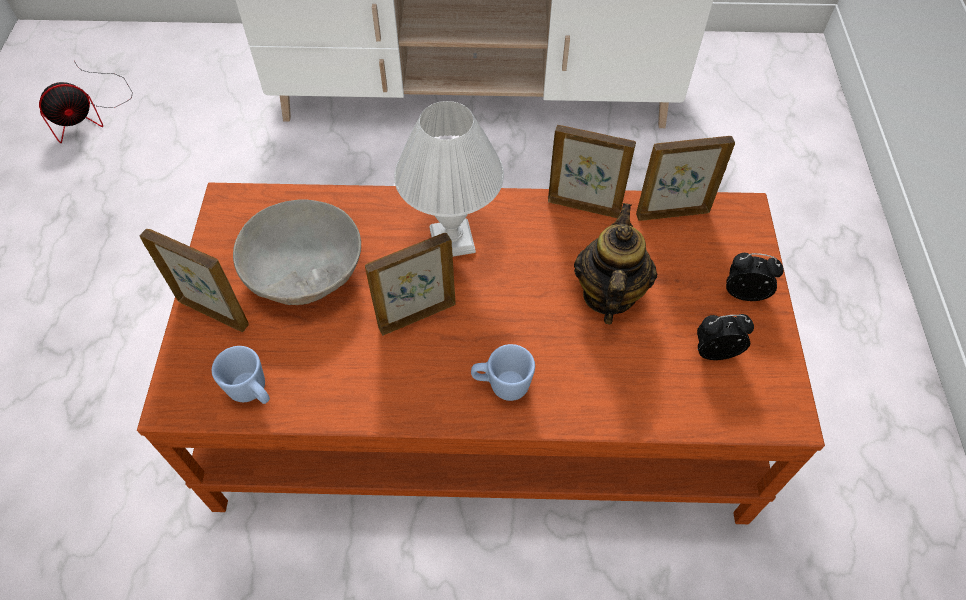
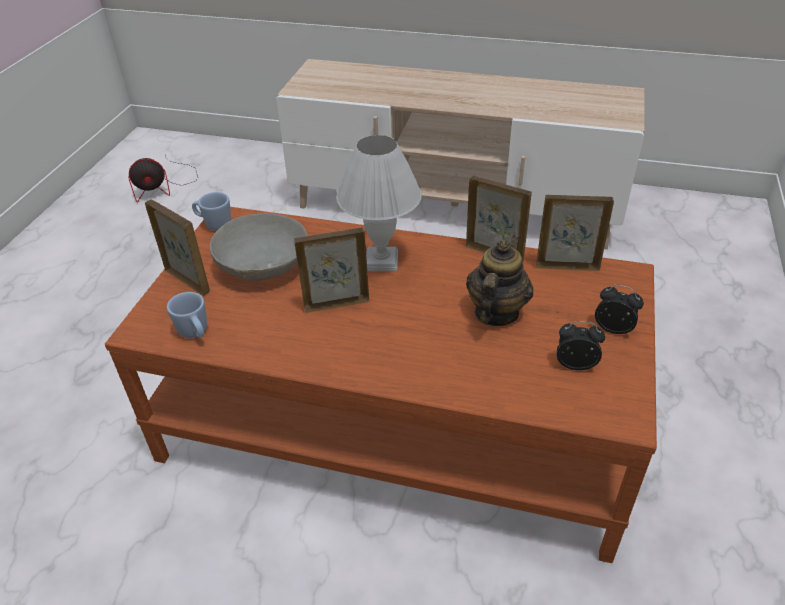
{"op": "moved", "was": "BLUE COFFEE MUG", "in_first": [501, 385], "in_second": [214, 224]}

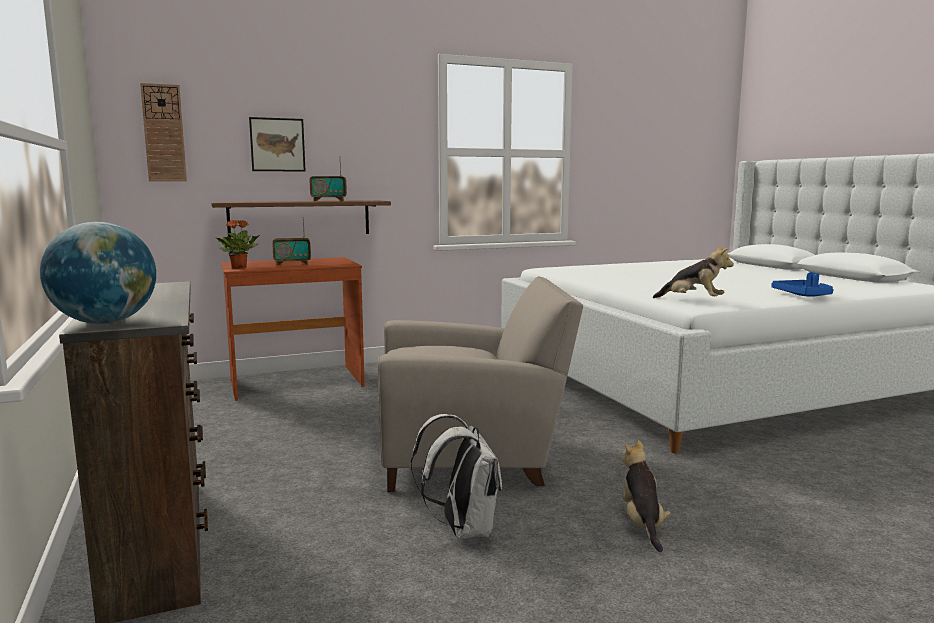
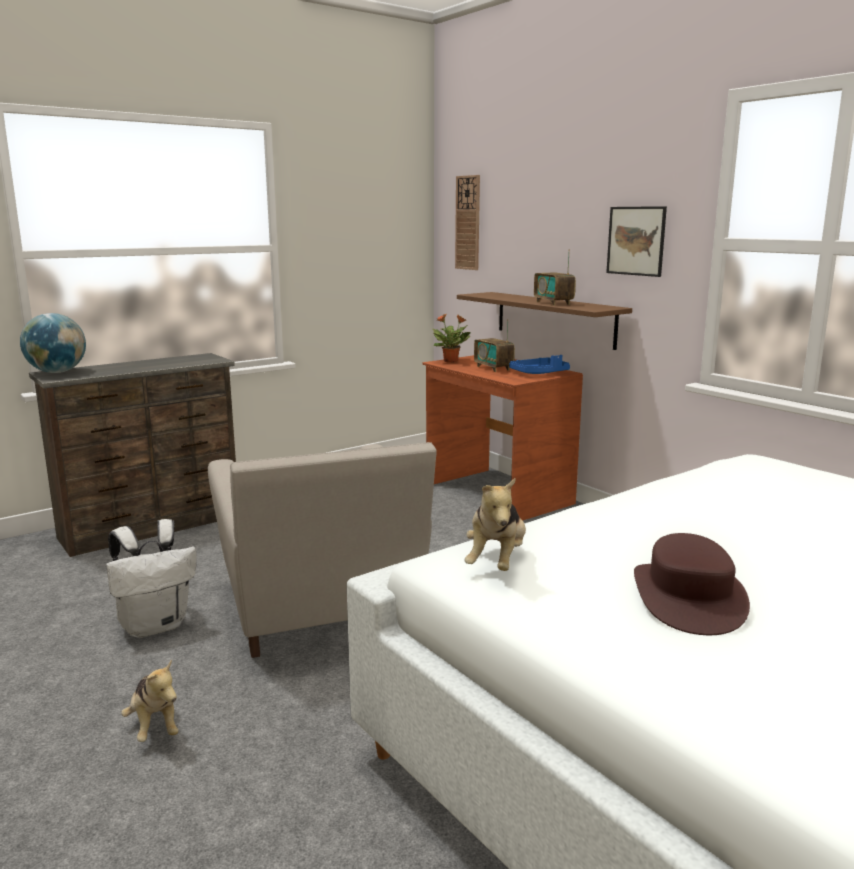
{"op": "turned", "was": "SOFT TOY", "in_first": [642, 524], "in_second": [154, 726], "clockwise": 75}
{"op": "moved", "was": "BLUE TRAY", "in_first": [803, 295], "in_second": [539, 373]}
{"op": "moved", "was": "WALL ART", "in_first": [277, 144], "in_second": [636, 241]}
{"op": "added", "now": "BROWN HAT", "in_second": [688, 598]}

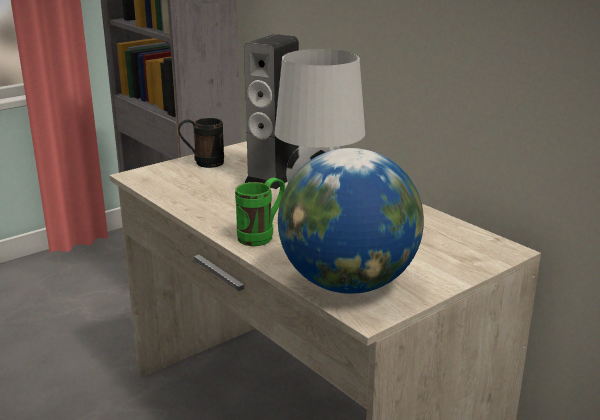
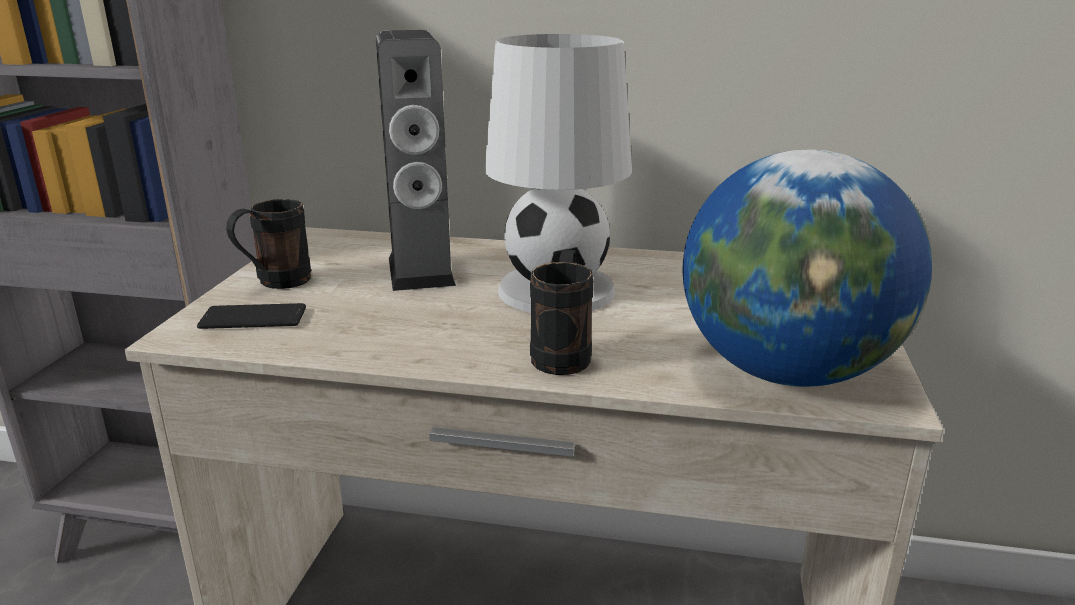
{"op": "added", "now": "PHONE", "in_second": [253, 318]}
{"op": "recoloured", "was": "GREEN COFFEE MUG", "now": "BLACK COFFEE MUG", "in_first": [262, 236], "in_second": [563, 353]}

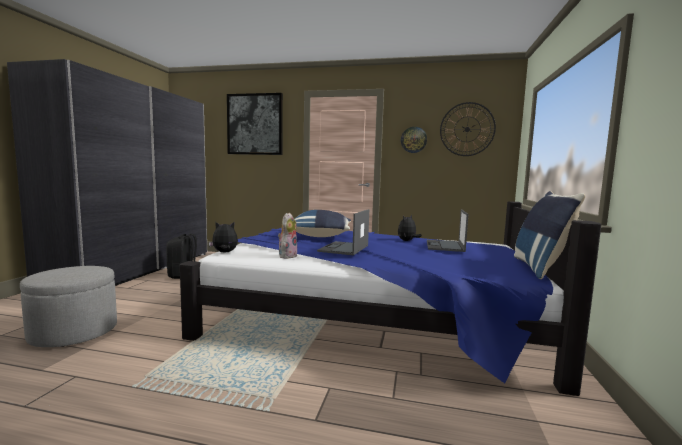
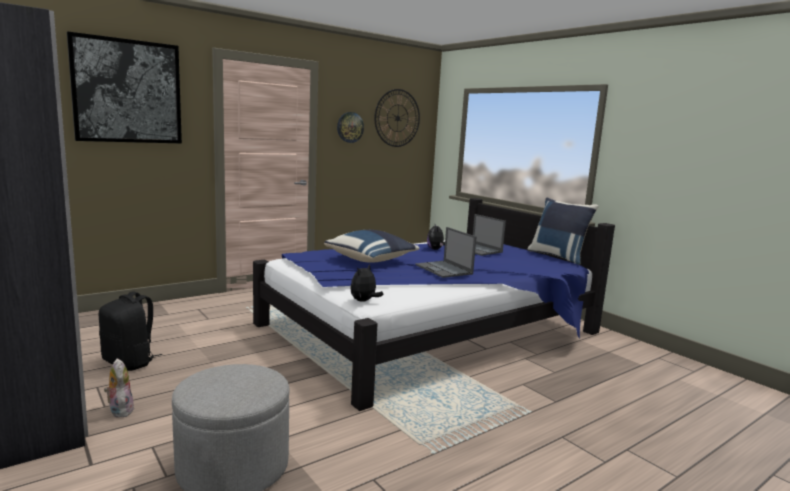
{"op": "moved", "was": "SOFT TOY", "in_first": [287, 256], "in_second": [119, 410]}

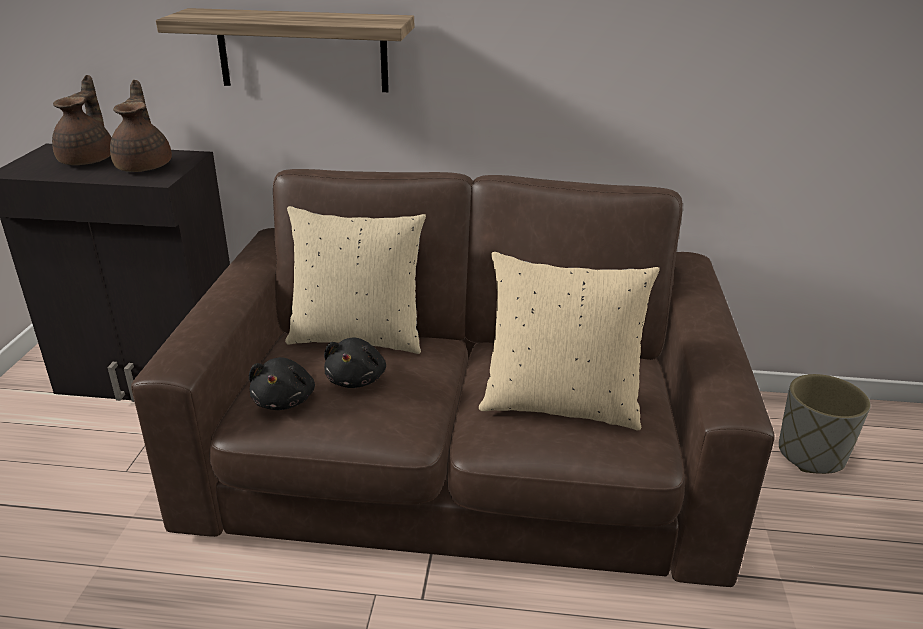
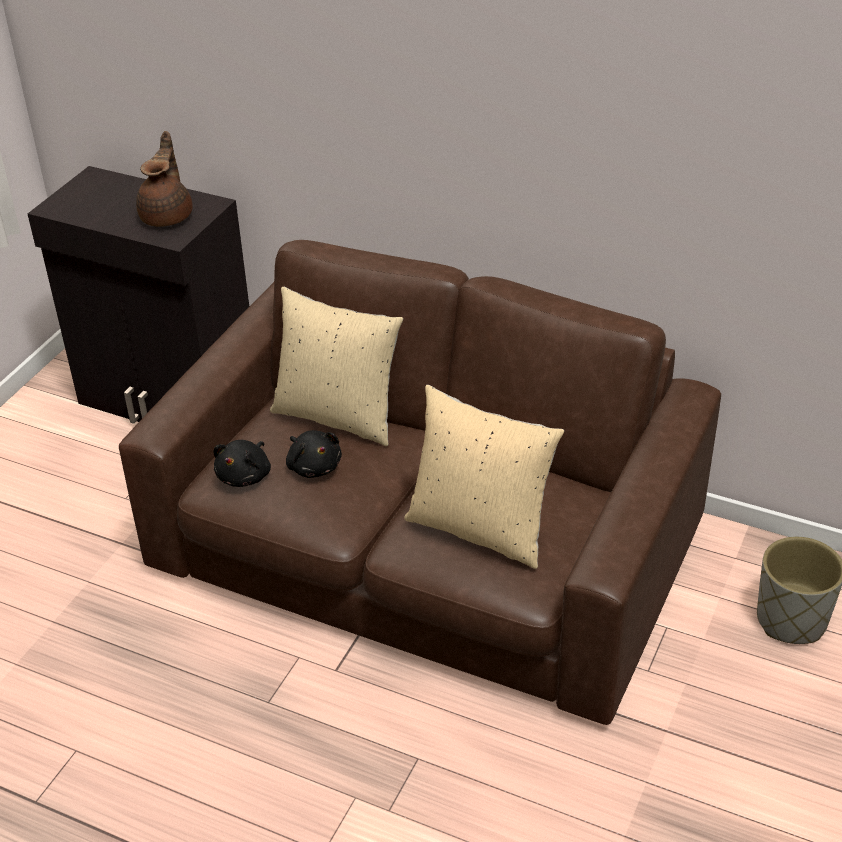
{"op": "turned", "was": "BLACK SOFT TOY", "in_first": [357, 379], "in_second": [314, 466], "clockwise": -60}
{"op": "removed", "was": "BROWN TEA POT", "in_first": [89, 160]}
{"op": "removed", "was": "SHELF", "in_first": [302, 50]}

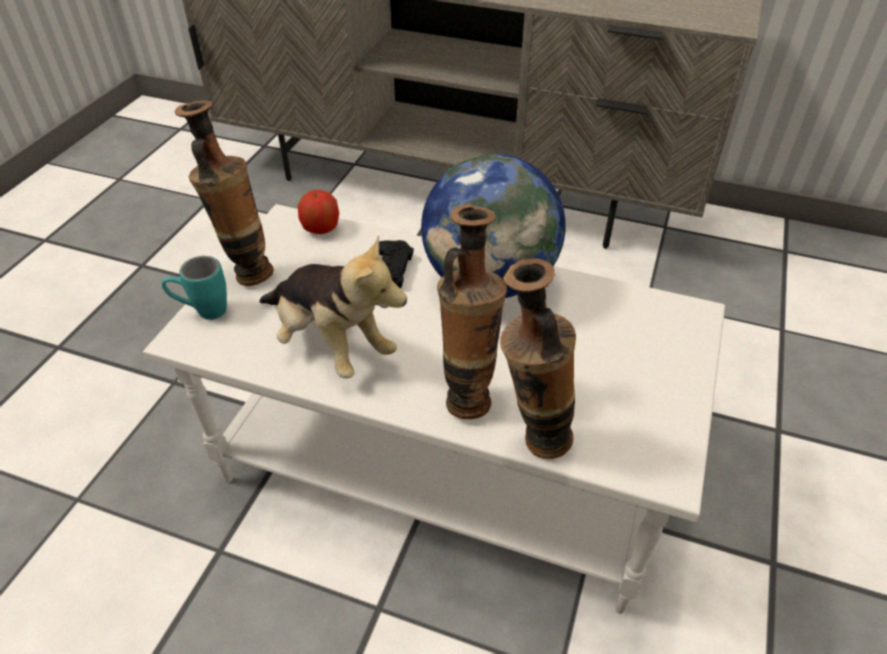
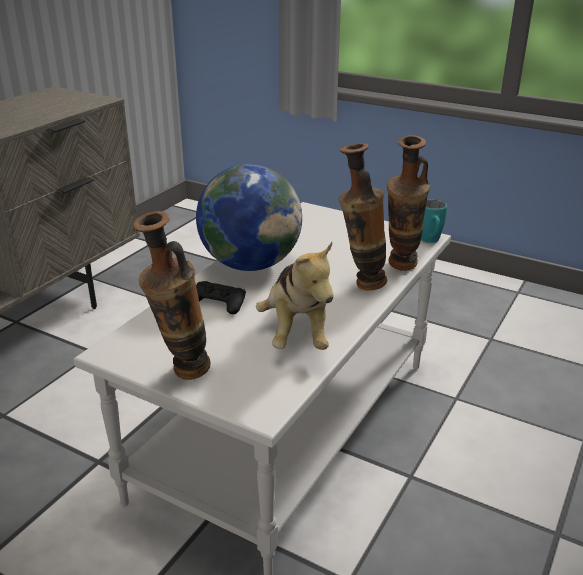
{"op": "turned", "was": "SOFT TOY", "in_first": [331, 344], "in_second": [296, 333], "clockwise": 120}
{"op": "moved", "was": "BLUE-GREEN COFFEE MUG", "in_first": [203, 311], "in_second": [431, 241]}
{"op": "removed", "was": "WHOLE APPLE", "in_first": [321, 229]}

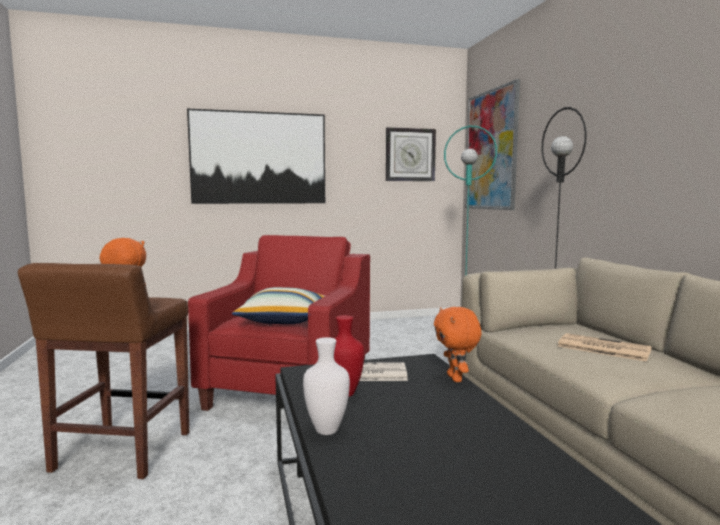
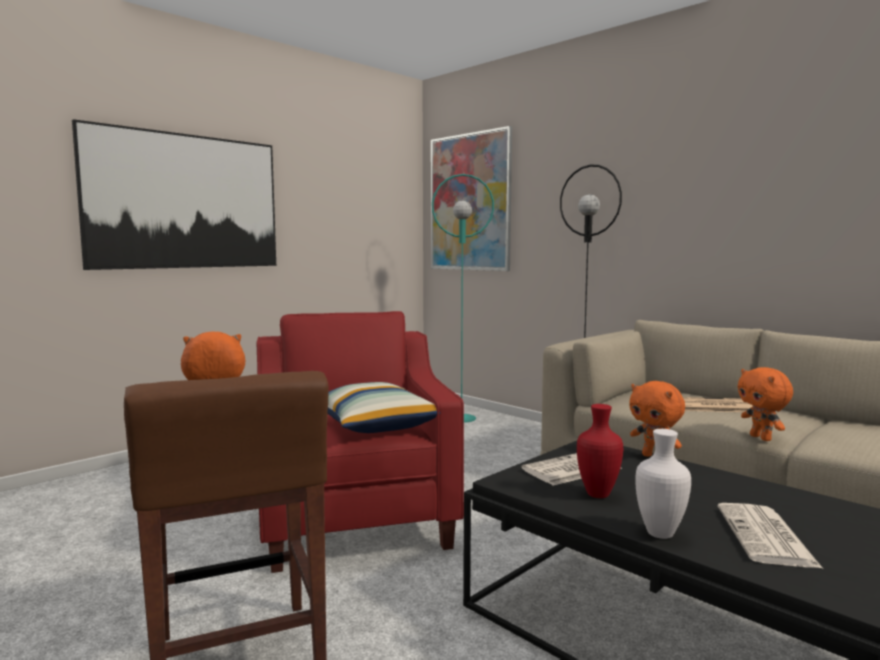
{"op": "added", "now": "PRINTED PAPER", "in_second": [766, 537]}
{"op": "added", "now": "ORANGE-COLOURED SOFT TOY", "in_second": [761, 438]}
{"op": "removed", "was": "HANGING CLOCK", "in_first": [410, 155]}

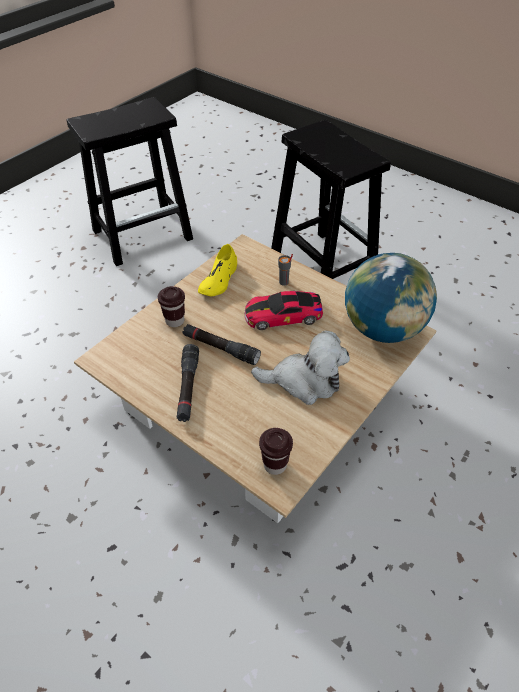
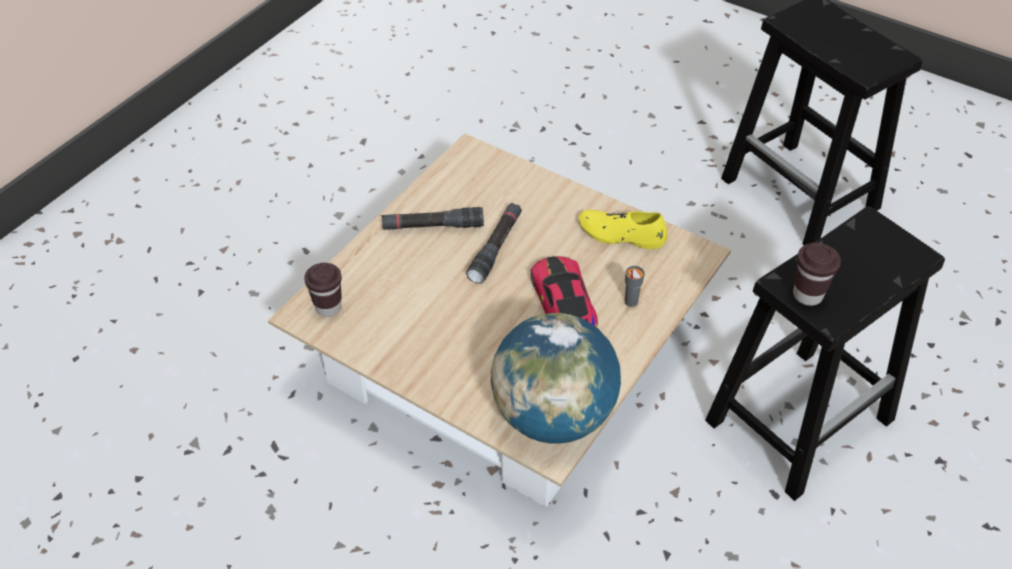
{"op": "moved", "was": "BROWN CUP", "in_first": [175, 321], "in_second": [807, 295]}
{"op": "removed", "was": "SOFT TOY", "in_first": [304, 381]}

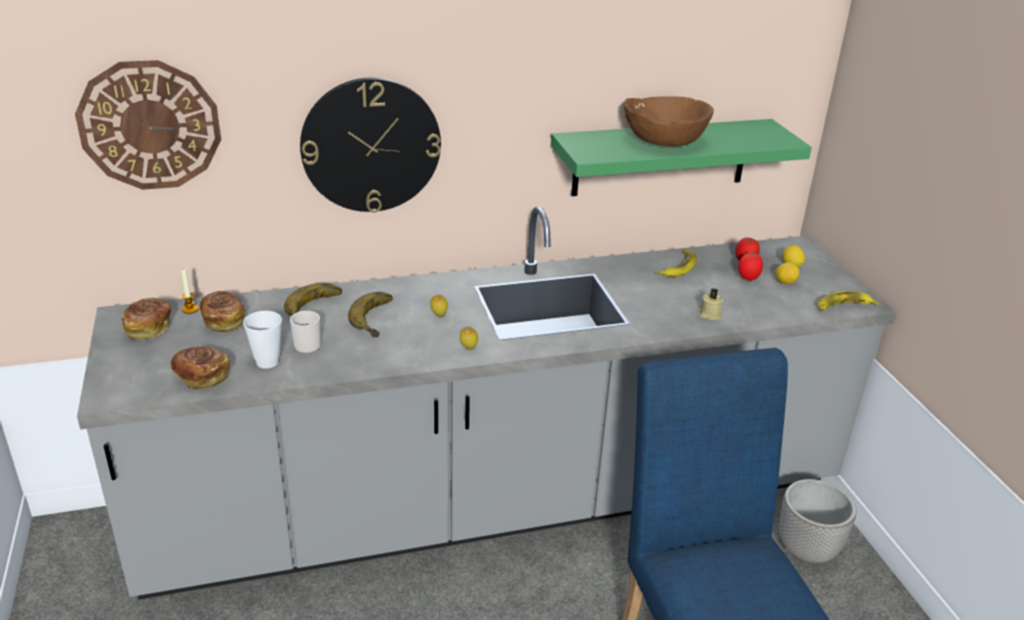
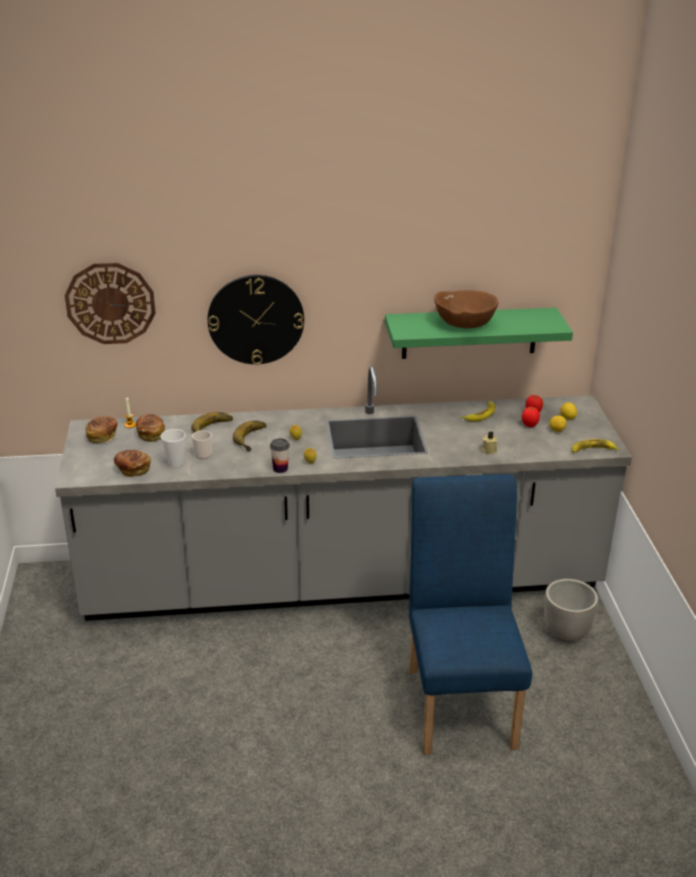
{"op": "added", "now": "CUP", "in_second": [280, 469]}

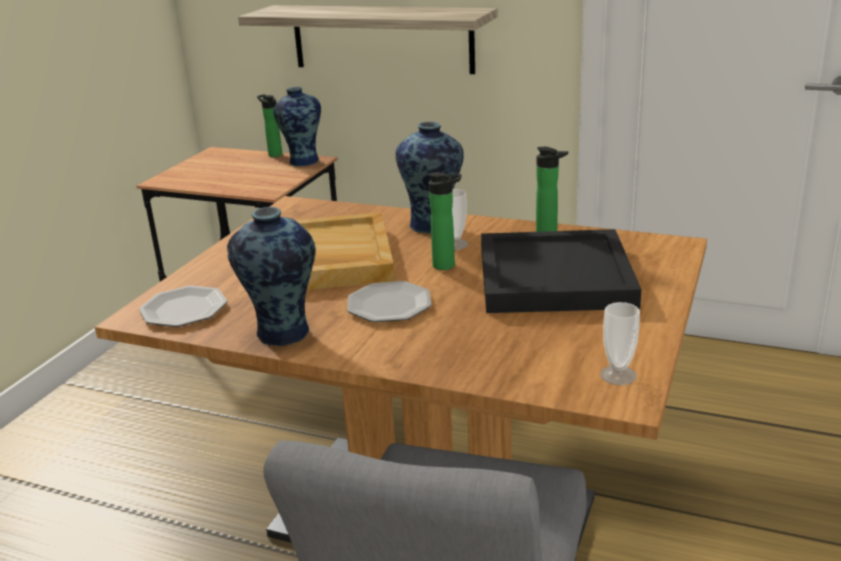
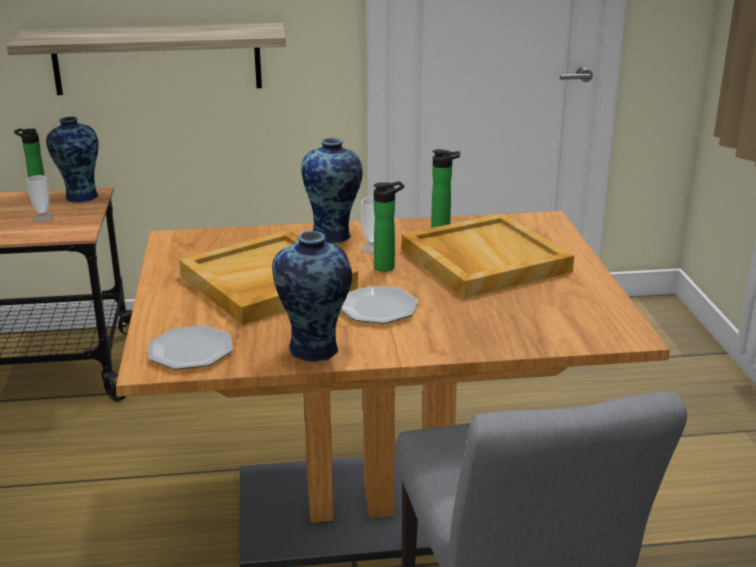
{"op": "moved", "was": "CUP", "in_first": [618, 375], "in_second": [43, 218]}
{"op": "recoloured", "was": "BLACK TRAY", "now": "BEIGE TRAY", "in_first": [553, 277], "in_second": [483, 260]}

